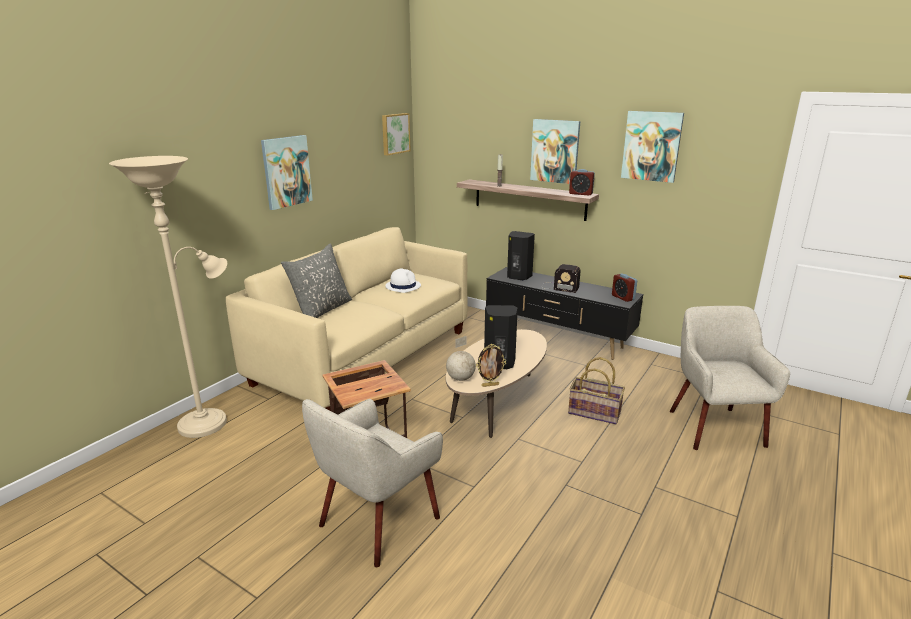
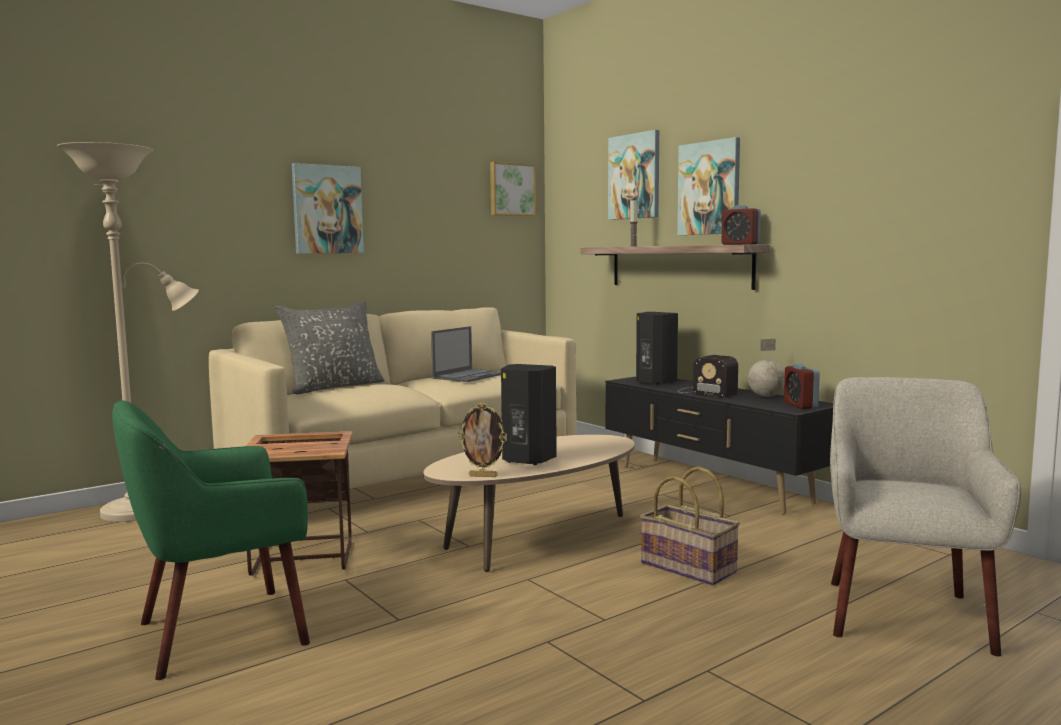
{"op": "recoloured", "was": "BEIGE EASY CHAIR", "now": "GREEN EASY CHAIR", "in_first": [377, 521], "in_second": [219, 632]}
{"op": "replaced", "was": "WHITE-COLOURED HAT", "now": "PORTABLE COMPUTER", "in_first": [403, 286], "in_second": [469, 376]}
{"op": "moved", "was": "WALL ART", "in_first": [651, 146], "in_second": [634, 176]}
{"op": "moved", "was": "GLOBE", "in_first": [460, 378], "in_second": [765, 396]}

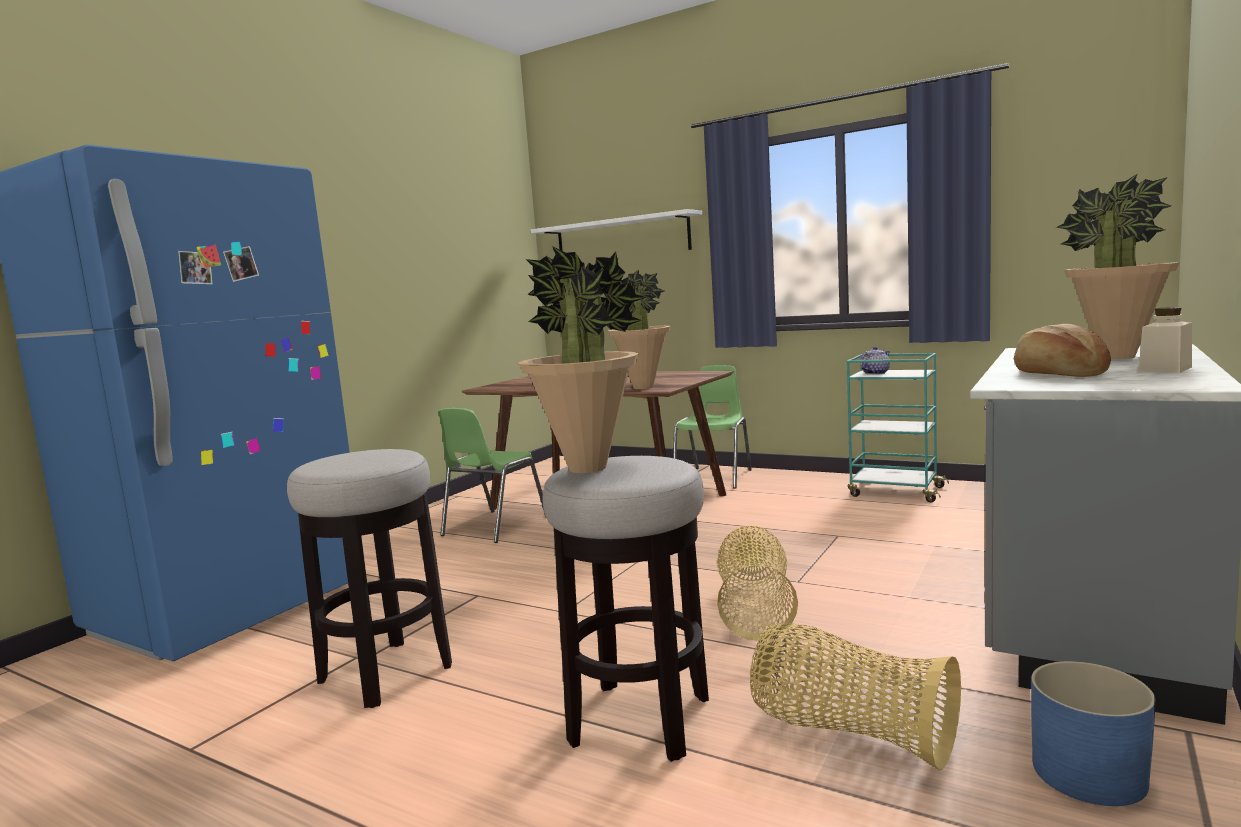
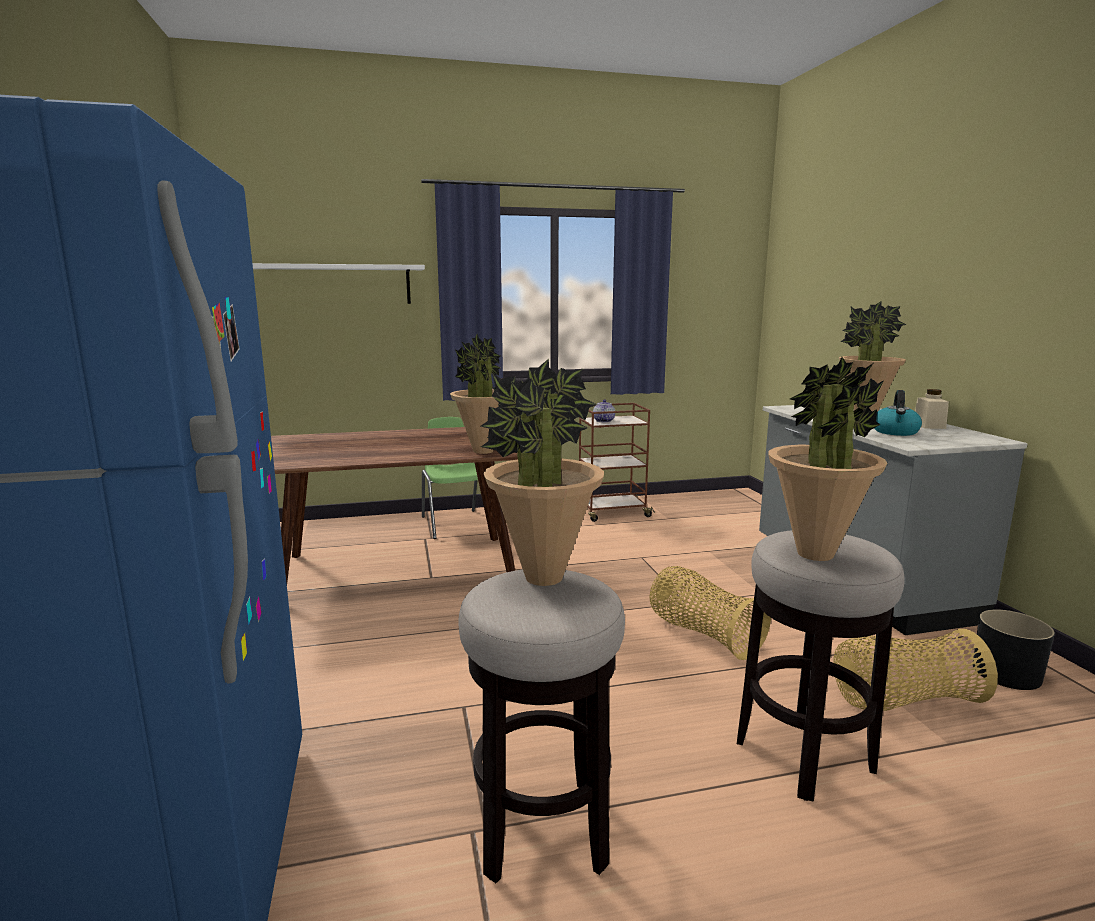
{"op": "added", "now": "PLANT IN A POT", "in_second": [543, 578]}
{"op": "recoloured", "was": "BLUE-GREEN WHEELED CART", "now": "BROWN WHEELED CART", "in_first": [894, 491], "in_second": [612, 512]}
{"op": "replaced", "was": "BAKERY BREAD", "now": "WATER KETTLE", "in_first": [1058, 374], "in_second": [895, 432]}
{"op": "recoloured", "was": "BLUE PLANTER", "now": "BLACK PLANTER", "in_first": [1089, 773], "in_second": [1006, 673]}
{"op": "removed", "was": "GREEN CHAIR", "in_first": [493, 527]}

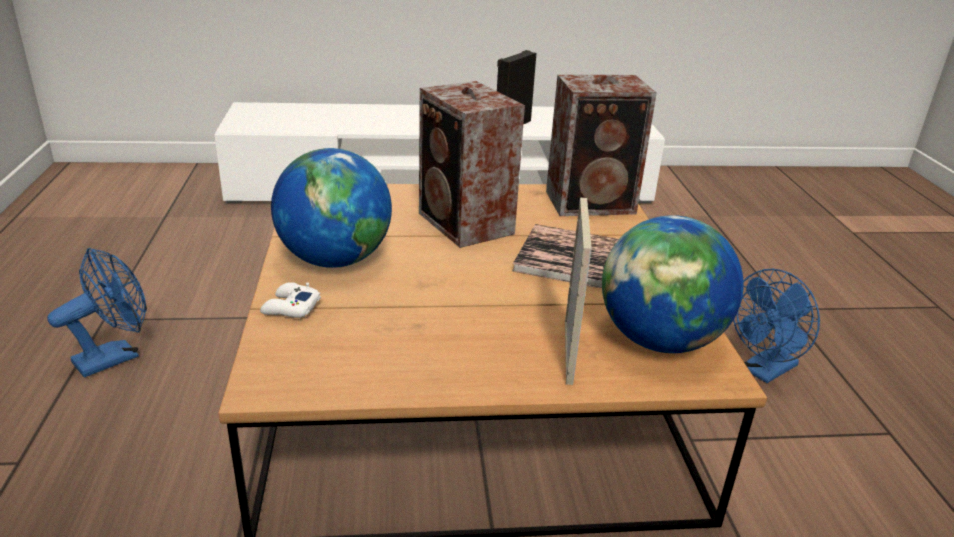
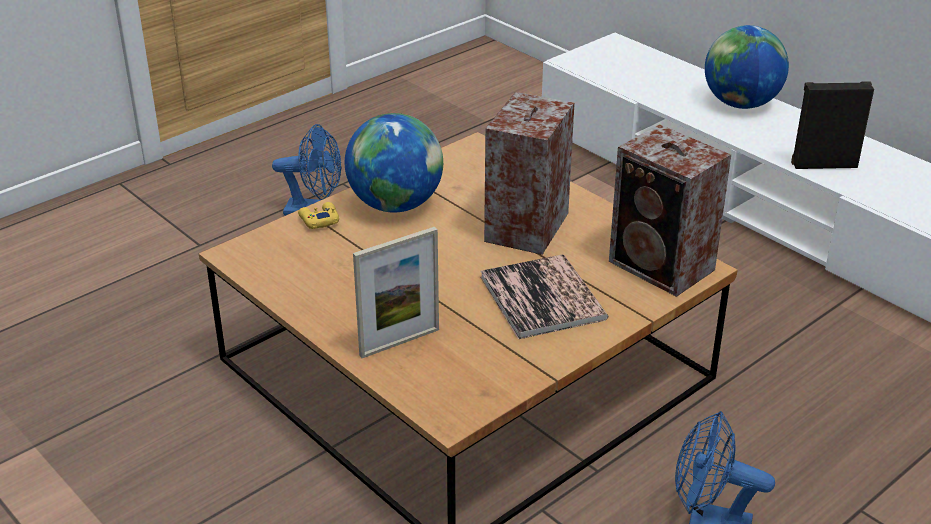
{"op": "recoloured", "was": "WHITE-COLOURED GAME CONTROLLER", "now": "YELLOW GAME CONTROLLER", "in_first": [290, 308], "in_second": [319, 220]}
{"op": "moved", "was": "GLOBE", "in_first": [659, 341], "in_second": [740, 104]}

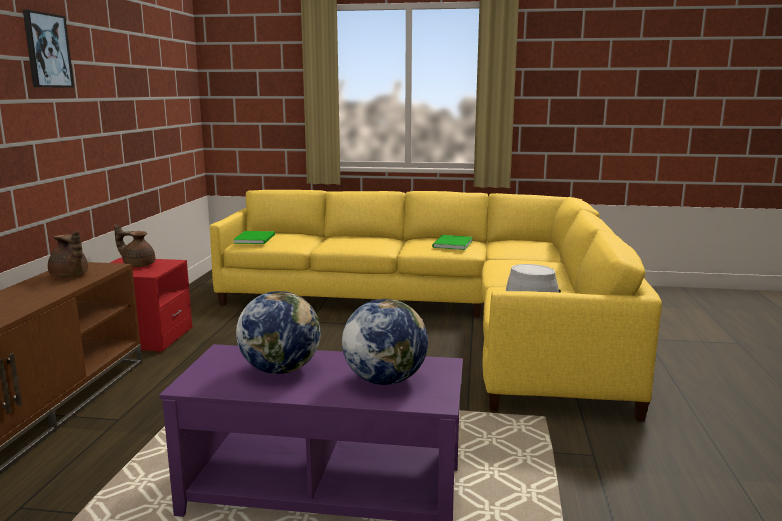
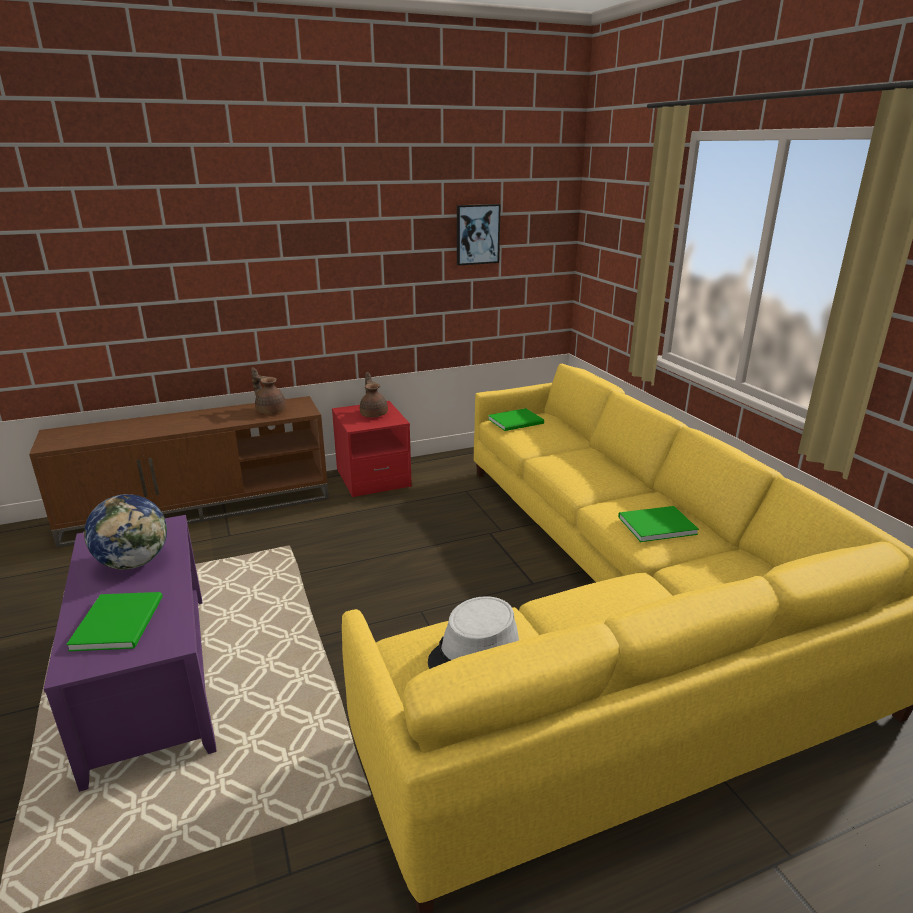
{"op": "replaced", "was": "GLOBE", "now": "GREEN BOUND BOOK", "in_first": [384, 380], "in_second": [121, 621]}
{"op": "turned", "was": "BROWN TEA POT", "in_first": [70, 275], "in_second": [270, 410], "clockwise": 120}
{"op": "moved", "was": "WALL ART", "in_first": [47, 50], "in_second": [477, 234]}

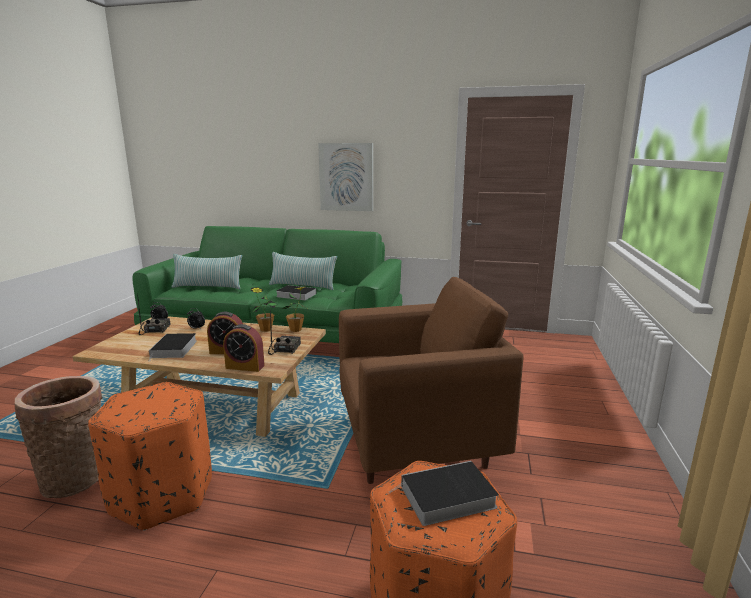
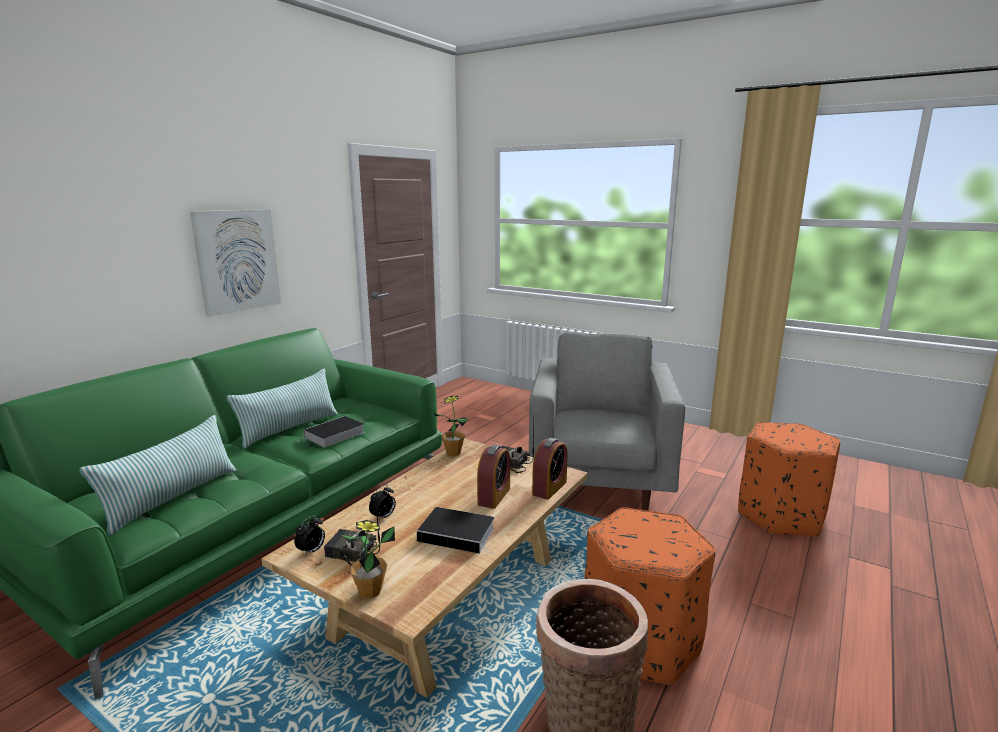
{"op": "moved", "was": "PLANT IN A POT", "in_first": [265, 329], "in_second": [370, 591]}
{"op": "recoloured", "was": "BROWN EASY CHAIR", "now": "GREYISH EASY CHAIR", "in_first": [417, 445], "in_second": [599, 483]}
{"op": "removed", "was": "BOUND BOOK", "in_first": [445, 498]}

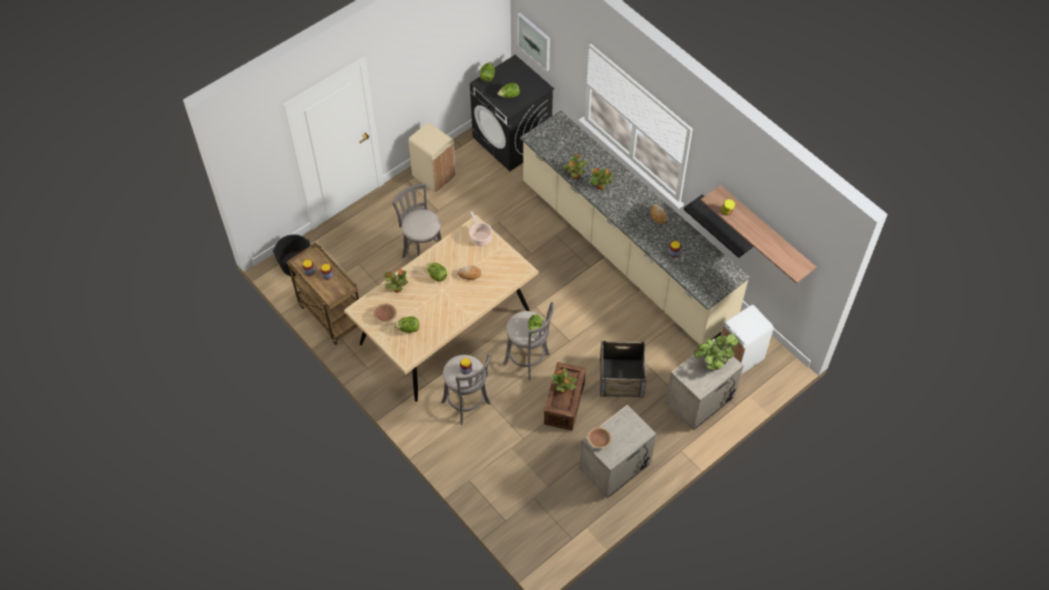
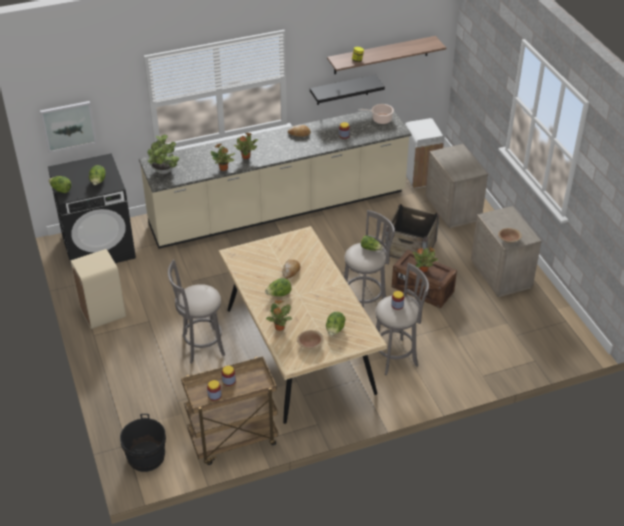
{"op": "moved", "was": "PLANT IN A POT", "in_first": [713, 362], "in_second": [164, 172]}
{"op": "moved", "was": "COOKING POT", "in_first": [480, 237], "in_second": [380, 119]}

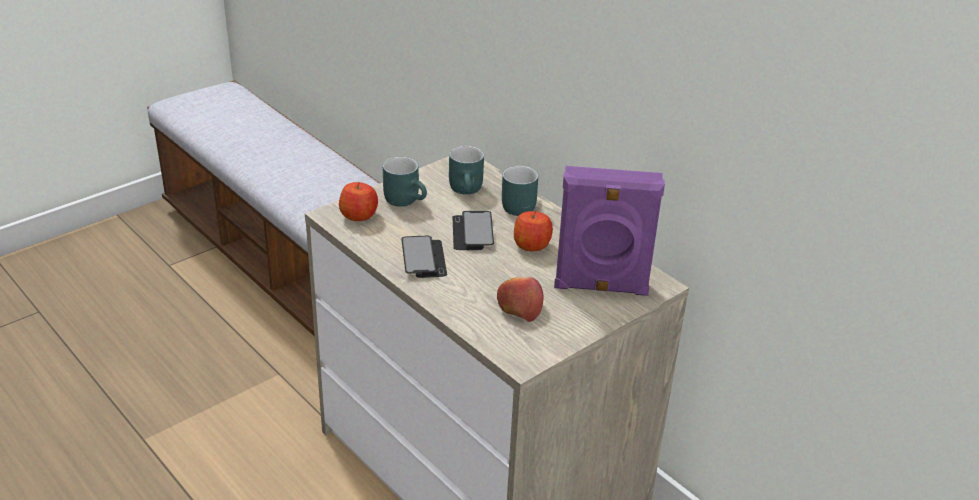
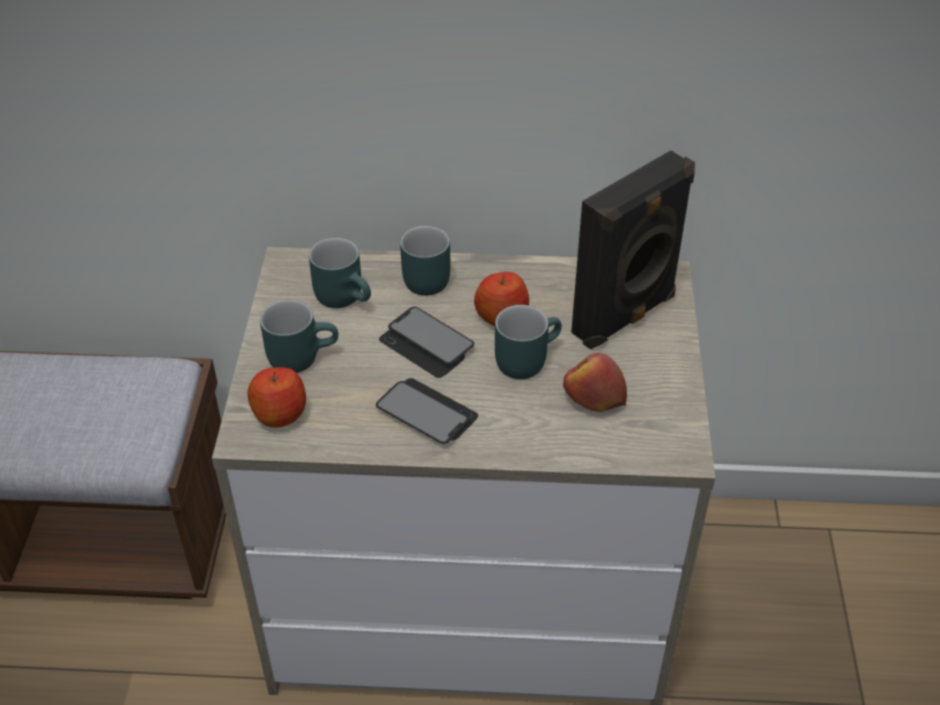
{"op": "added", "now": "BLUE-GREEN COFFEE MUG", "in_second": [525, 358]}
{"op": "recoloured", "was": "PURPLE LOUDSPEAKER", "now": "BLACK LOUDSPEAKER", "in_first": [601, 287], "in_second": [626, 316]}

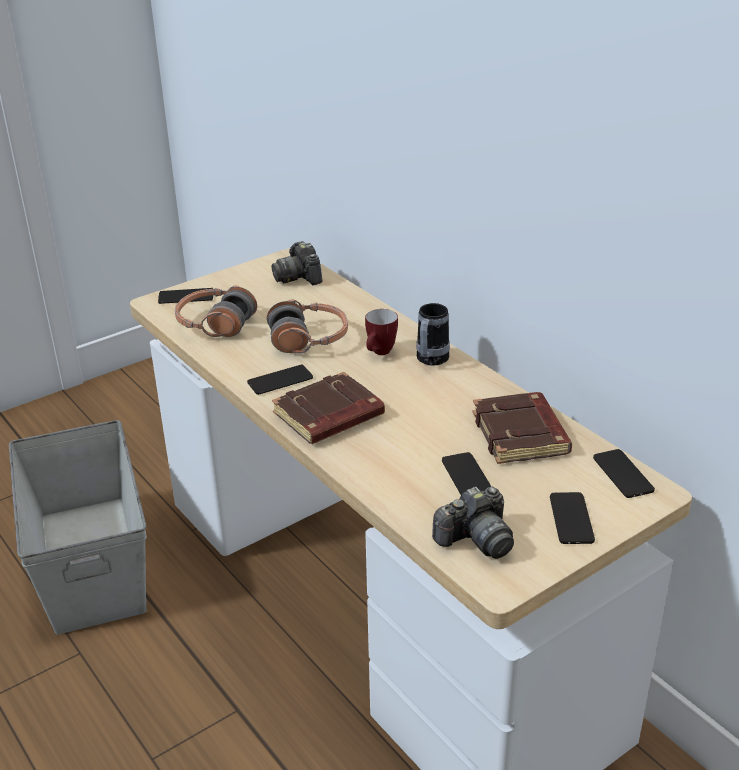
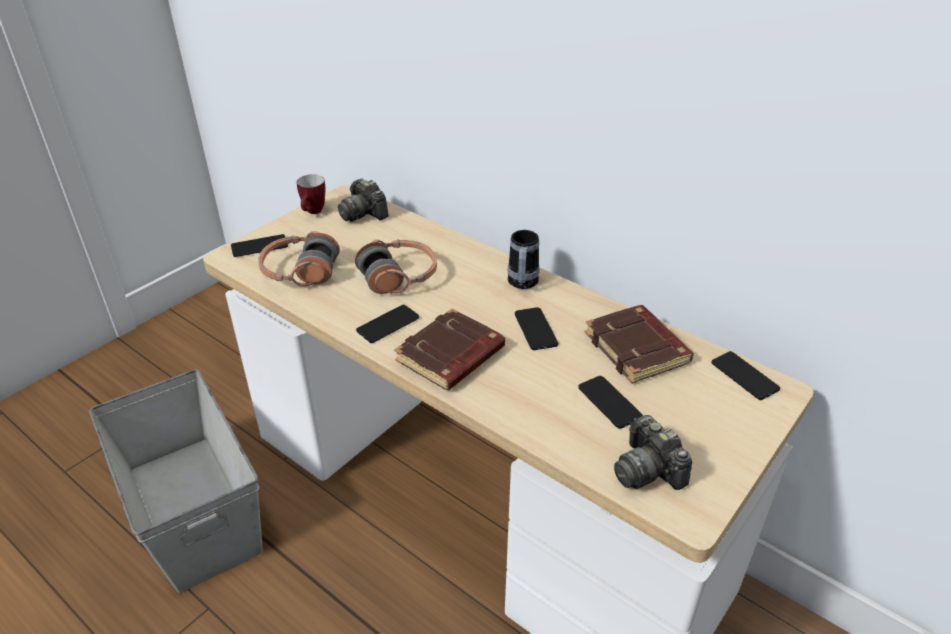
{"op": "moved", "was": "COFFEE MUG", "in_first": [380, 353], "in_second": [313, 213]}
{"op": "moved", "was": "PHONE", "in_first": [571, 519], "in_second": [535, 329]}
{"op": "turned", "was": "PHOTO CAMERA", "in_first": [476, 539], "in_second": [647, 469], "clockwise": 105}

